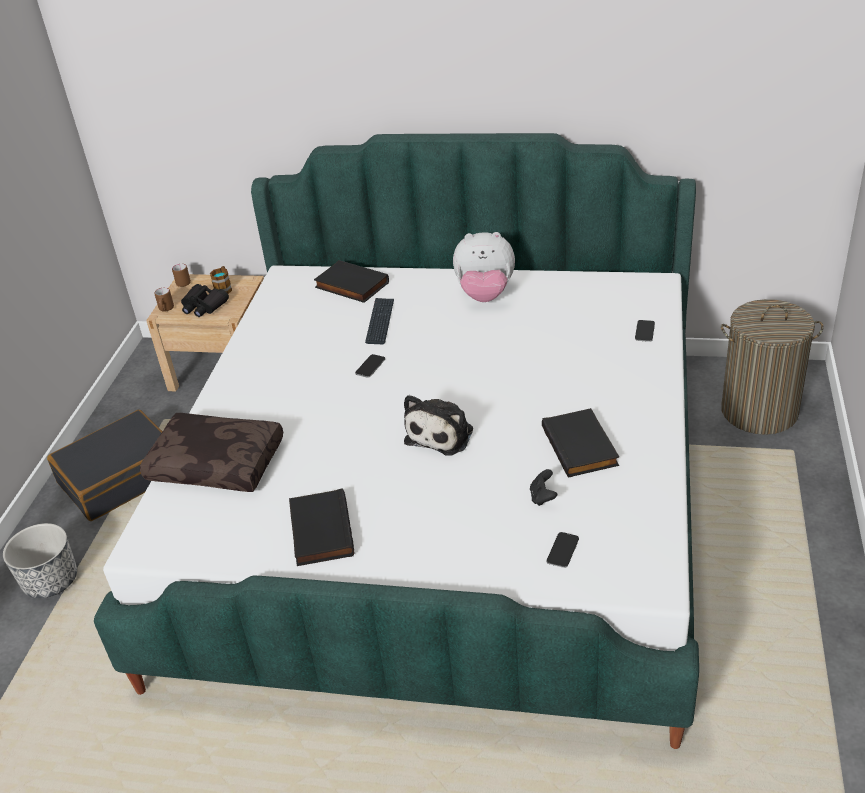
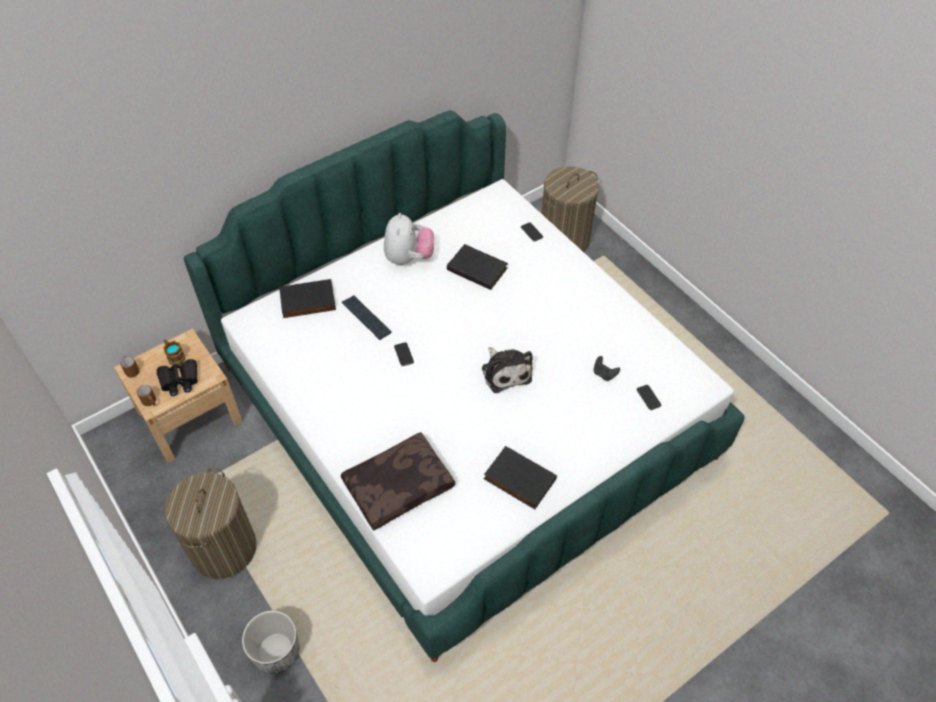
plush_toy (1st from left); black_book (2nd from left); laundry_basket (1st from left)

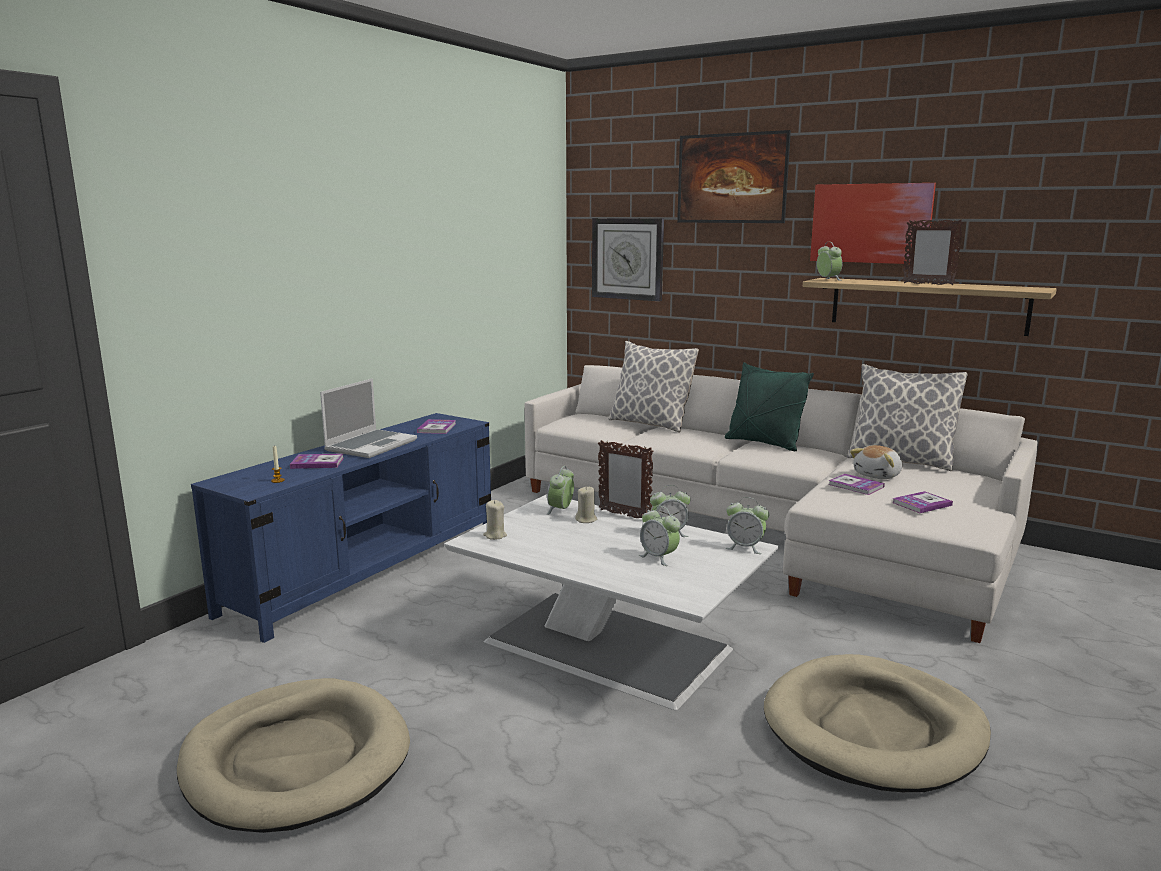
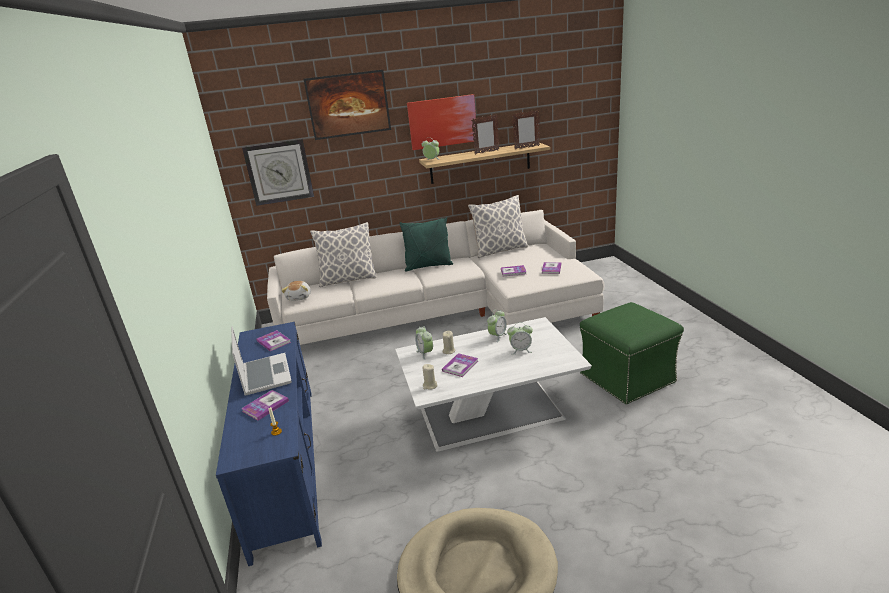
picture_frame (2nd from left); plush_toy; alarm_clock (4th from left in the first image); green_ottoman; book (3rd from left)

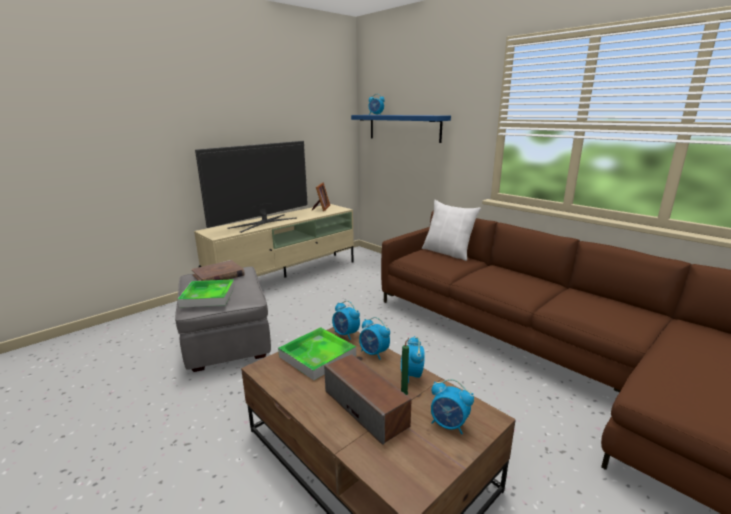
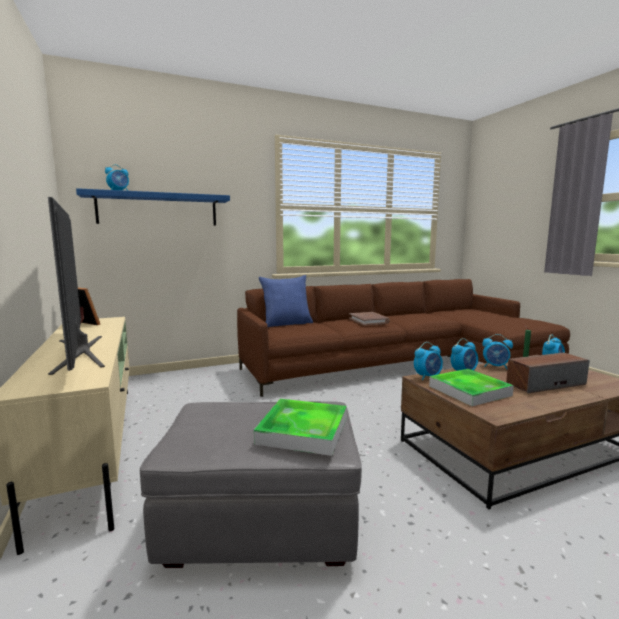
blue_pillow; brown_book

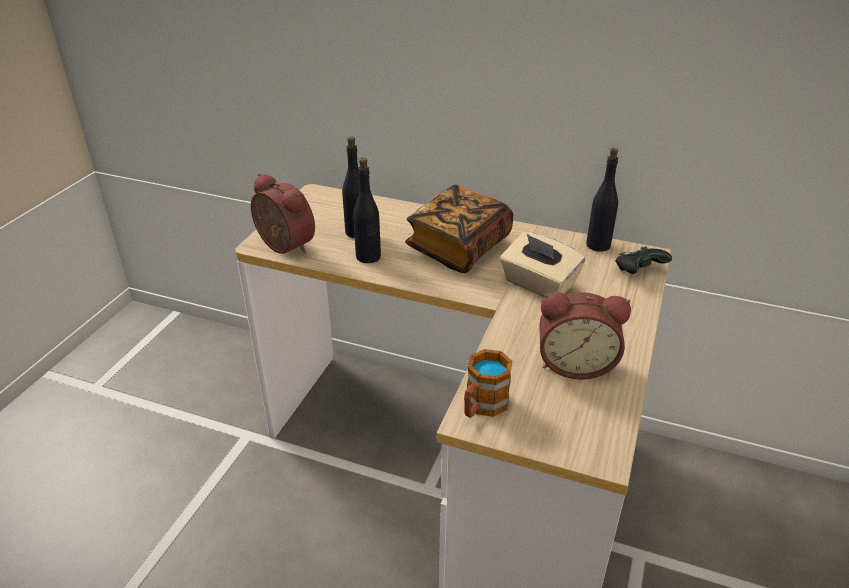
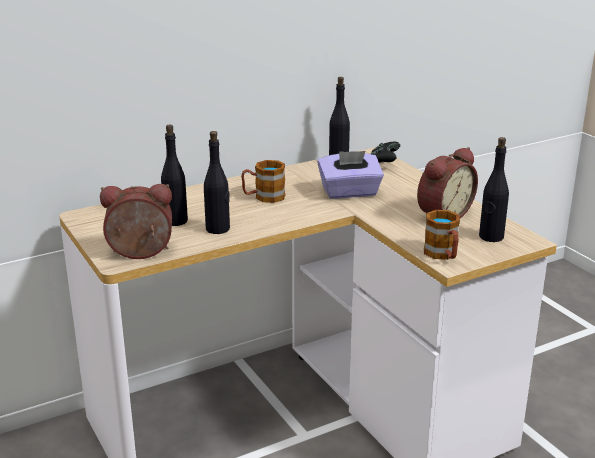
mug (1st from left); purple_tissue_box; black_bottle (4th from left)

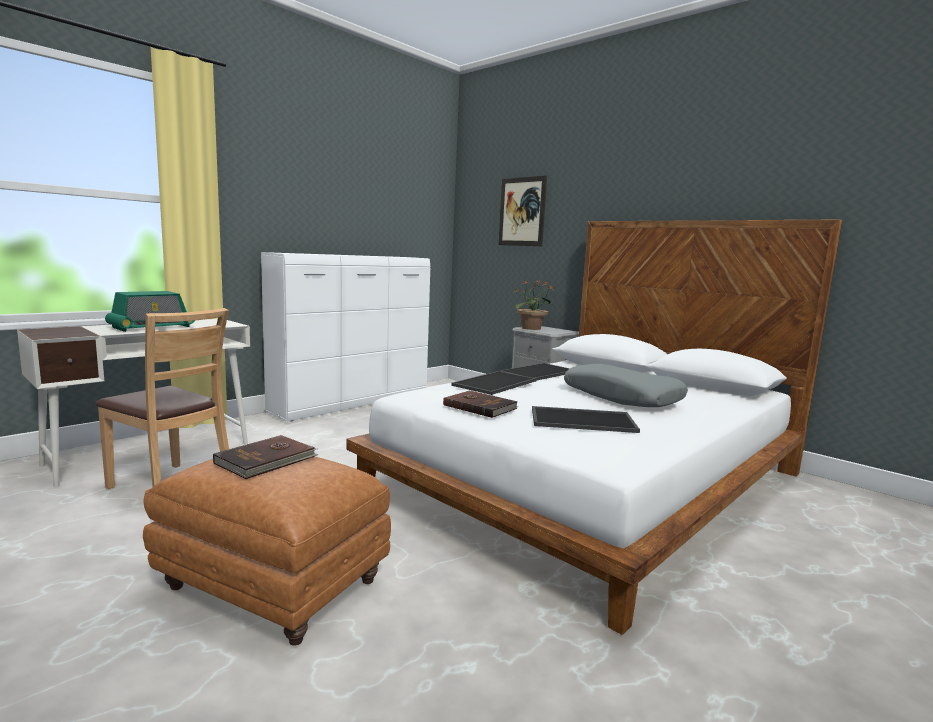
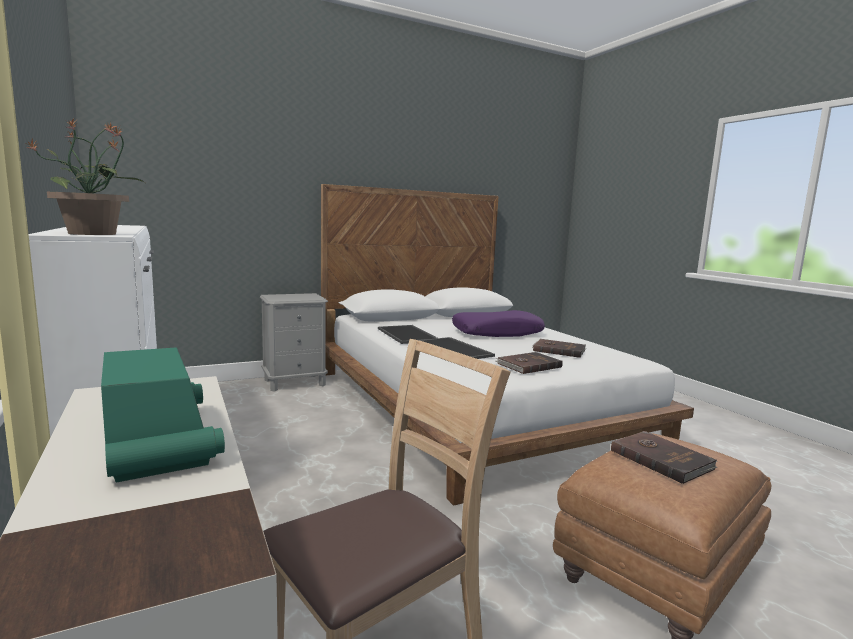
picture; potted_plant; purple_pillow; brown_book (2nd from left)

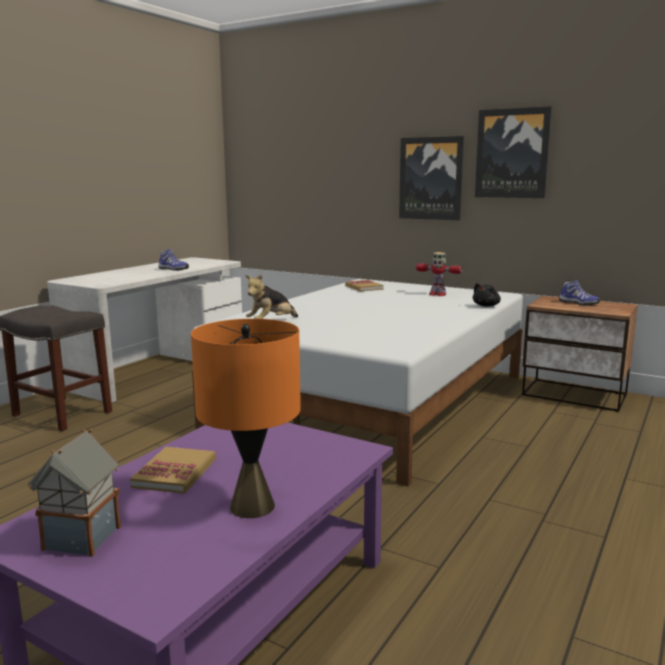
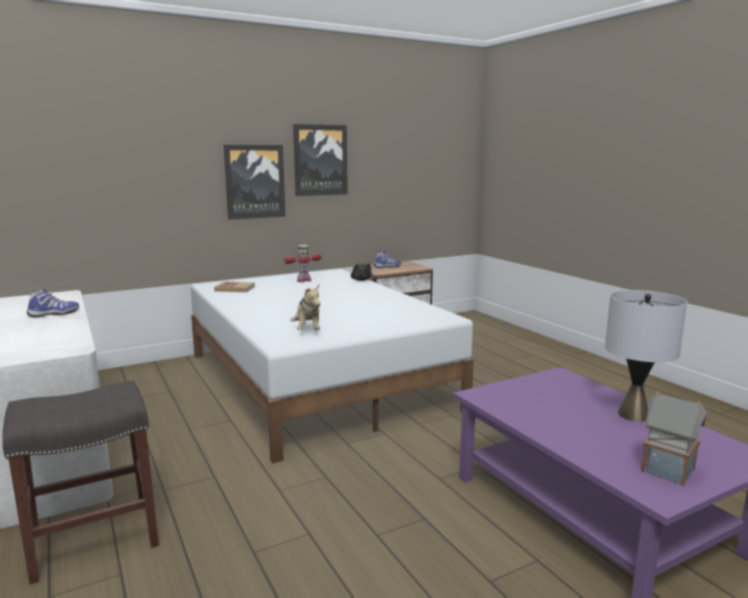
grey_table_lamp; book (1st from left in the first image)

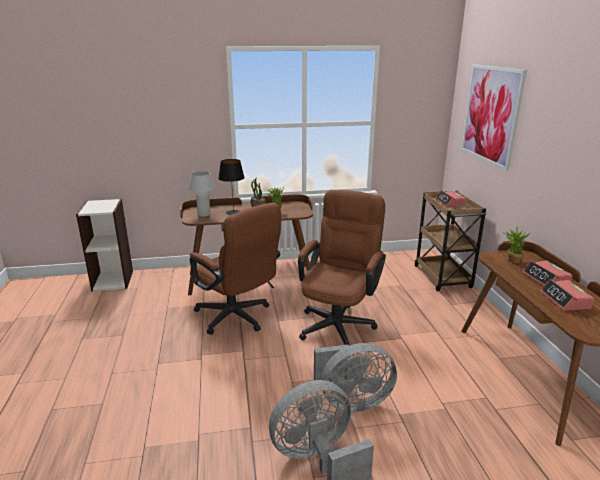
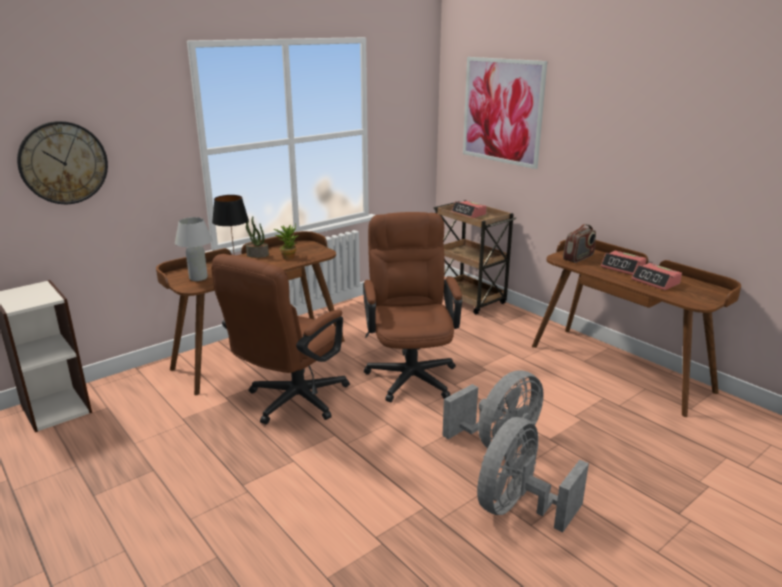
brown_office_chair (1st from left); radio; wall_clock

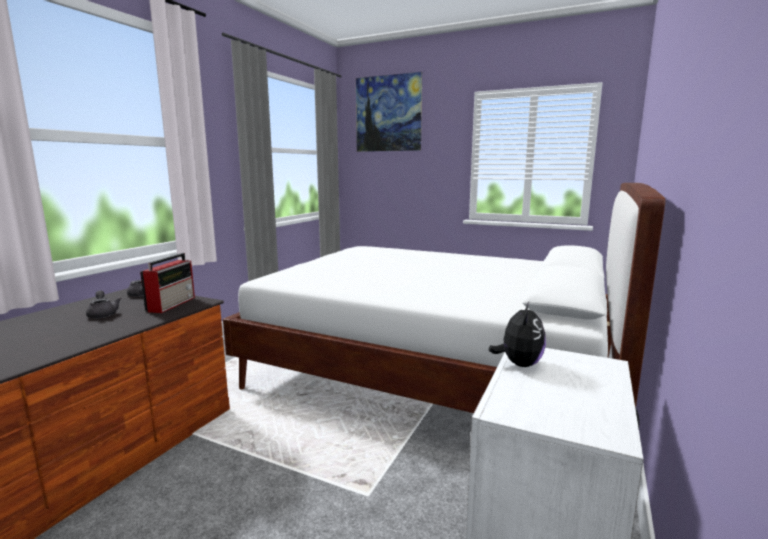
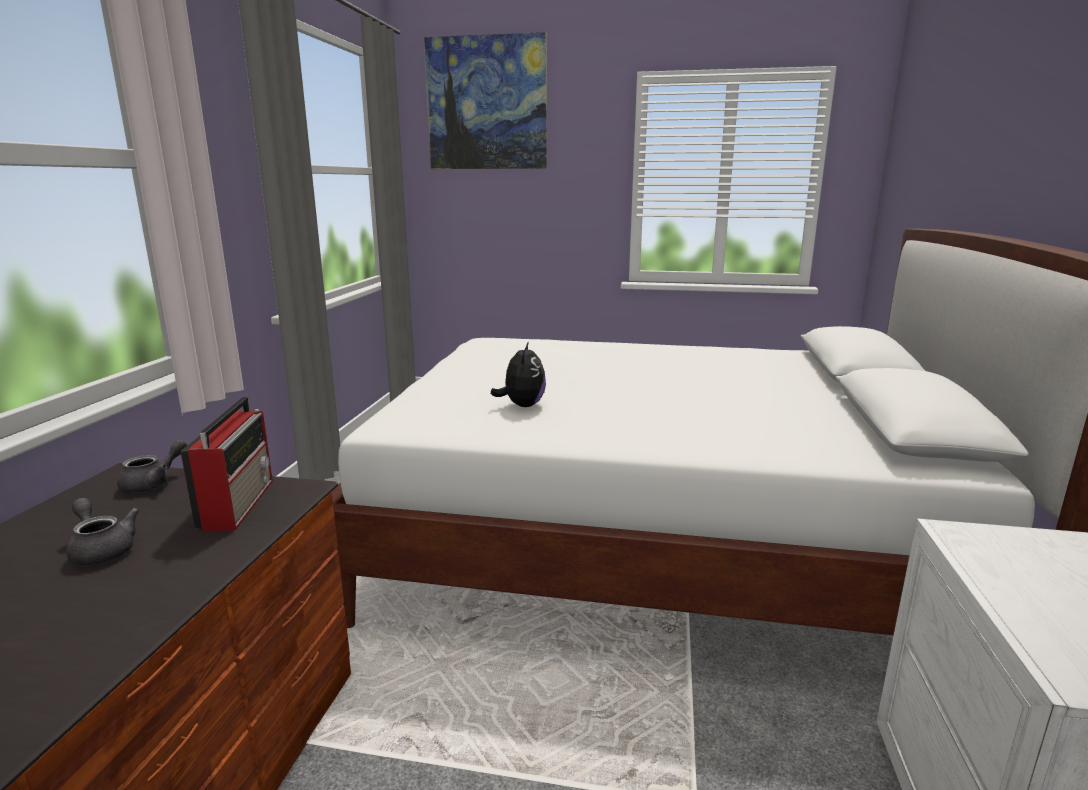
plush_toy

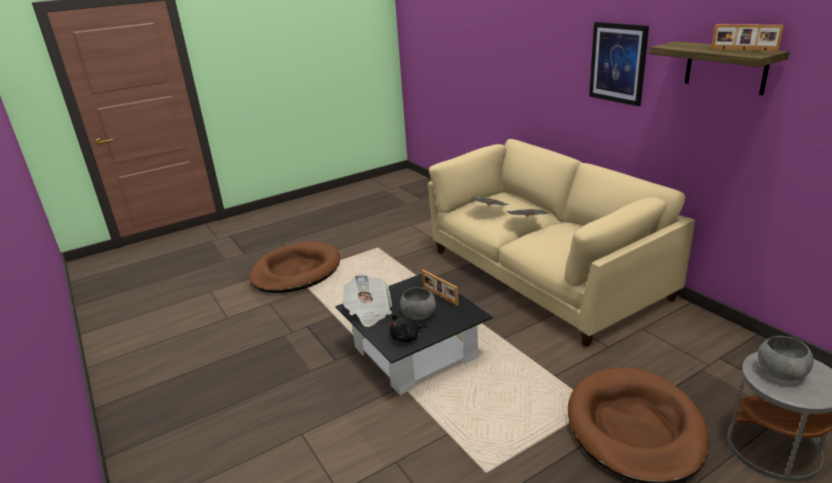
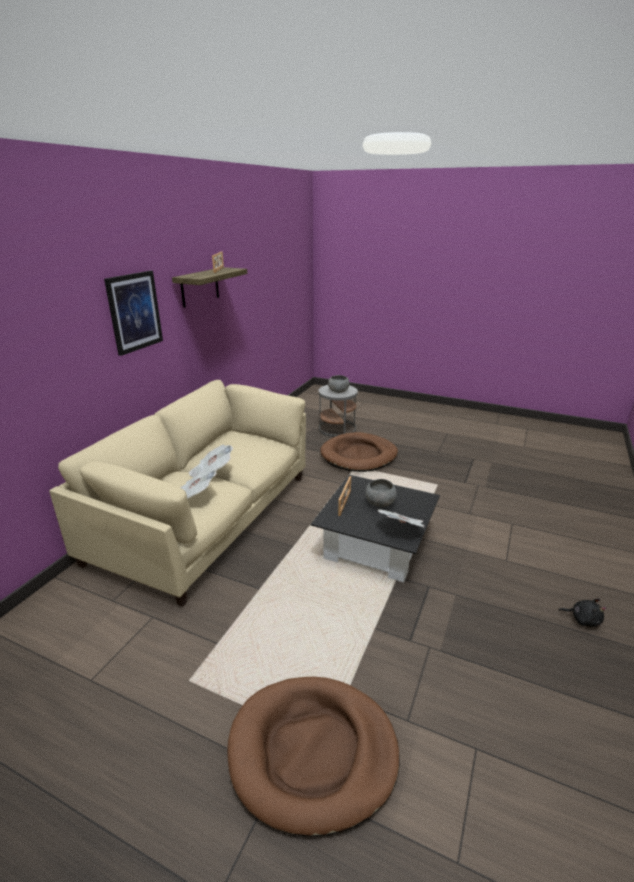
black_plush_toy

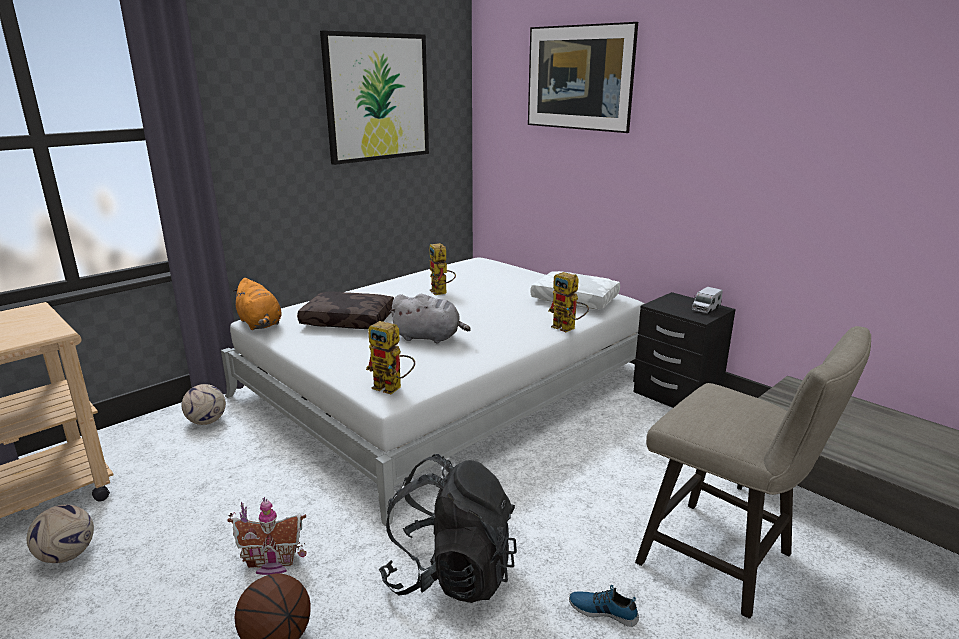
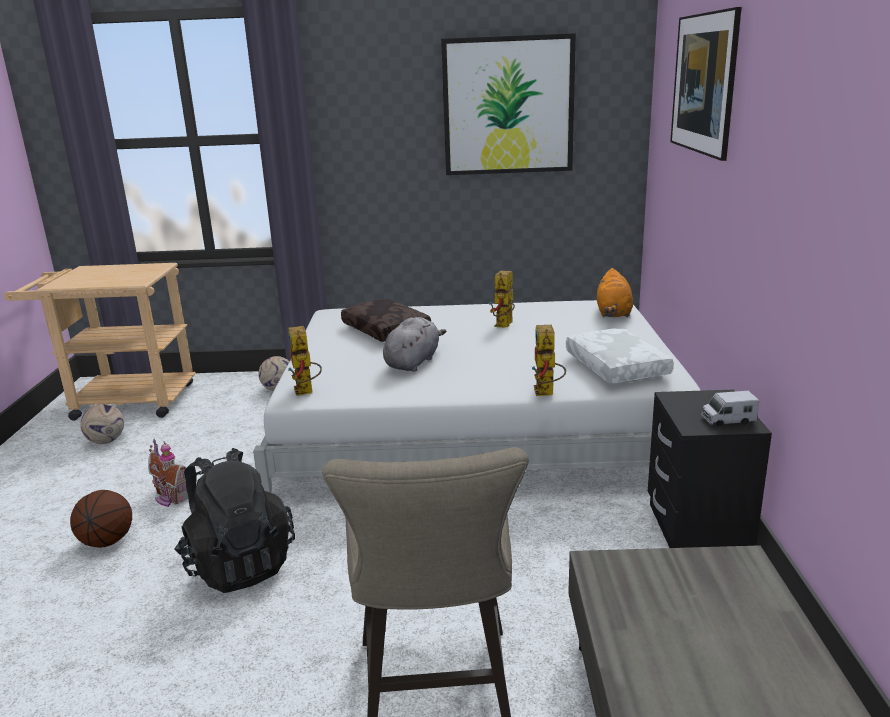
orange_plush_toy; grey_plush_toy; shoe

